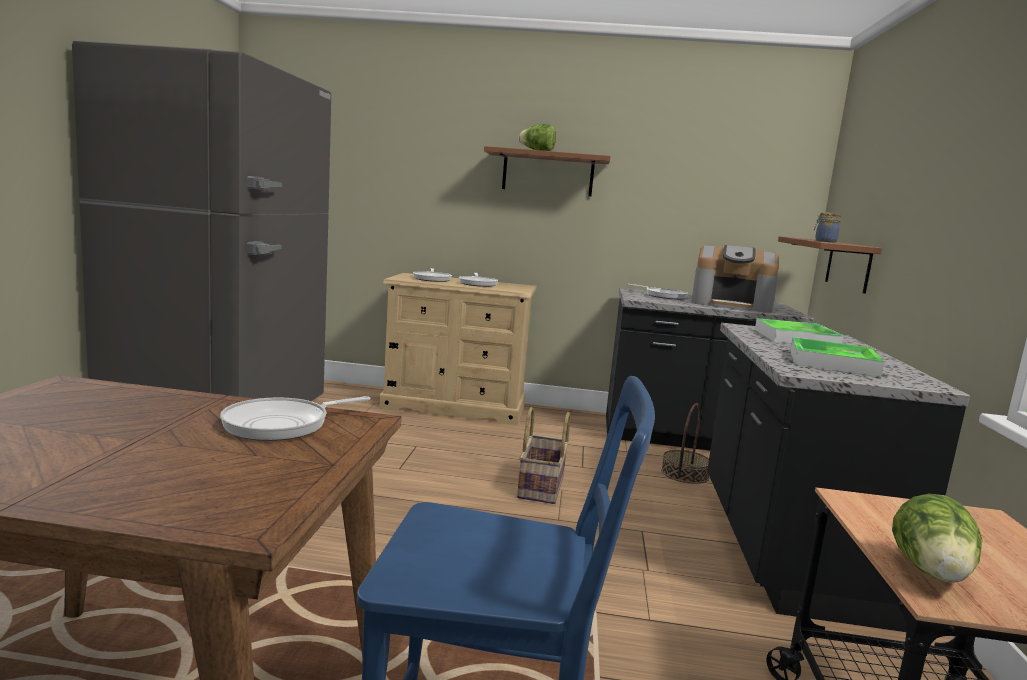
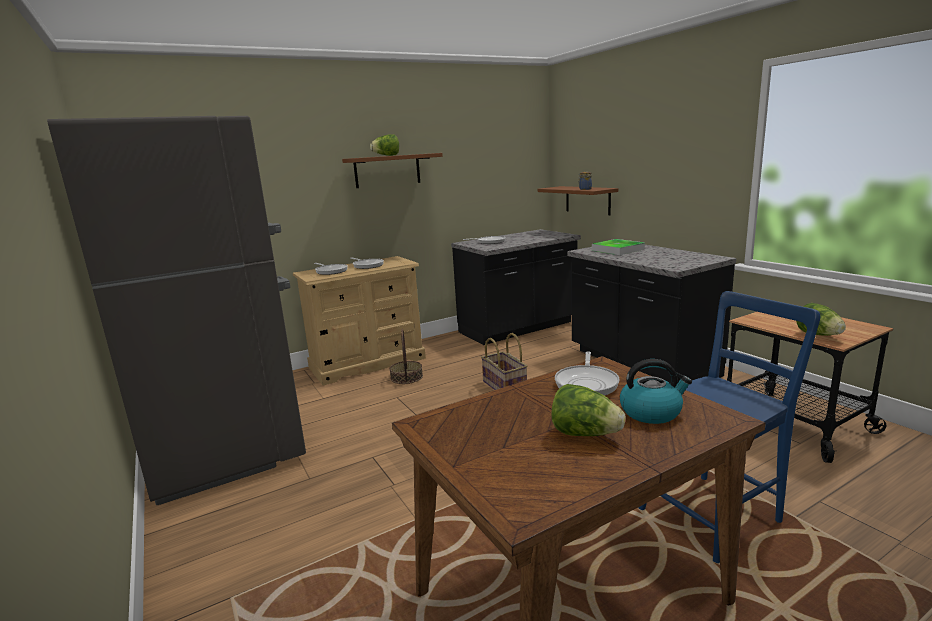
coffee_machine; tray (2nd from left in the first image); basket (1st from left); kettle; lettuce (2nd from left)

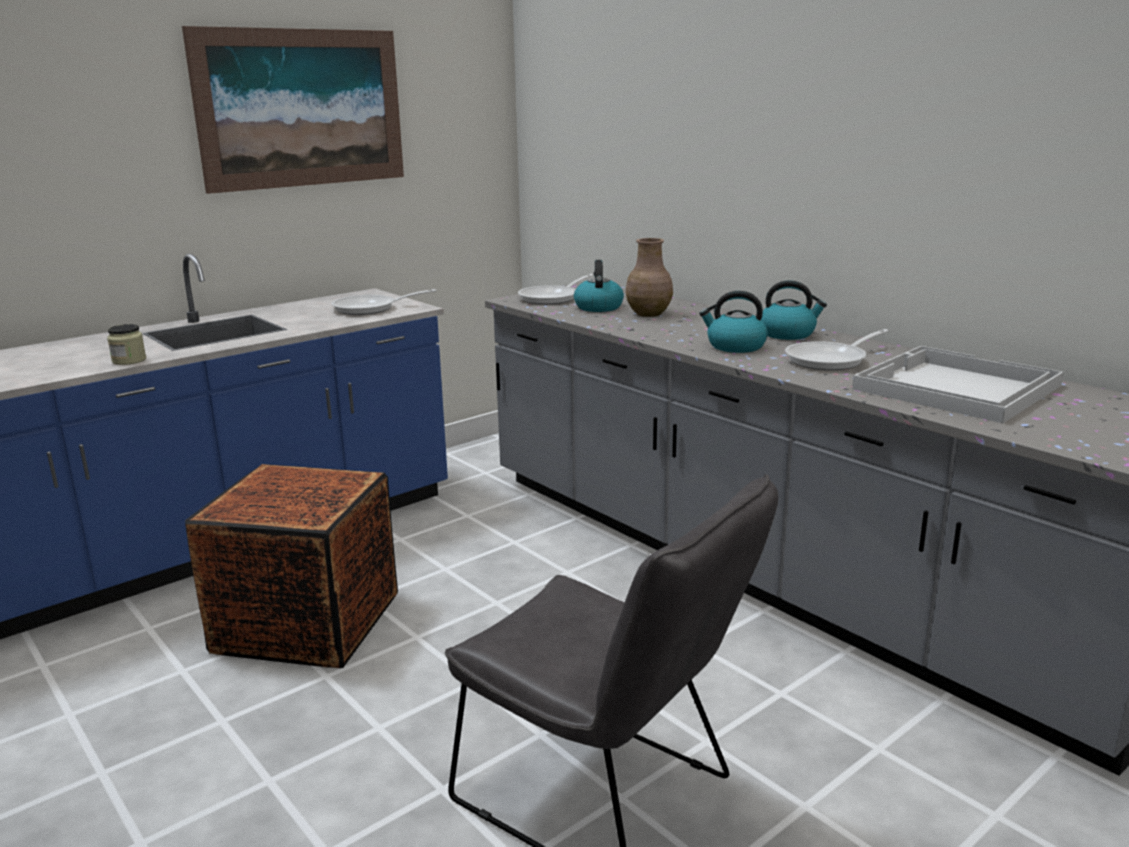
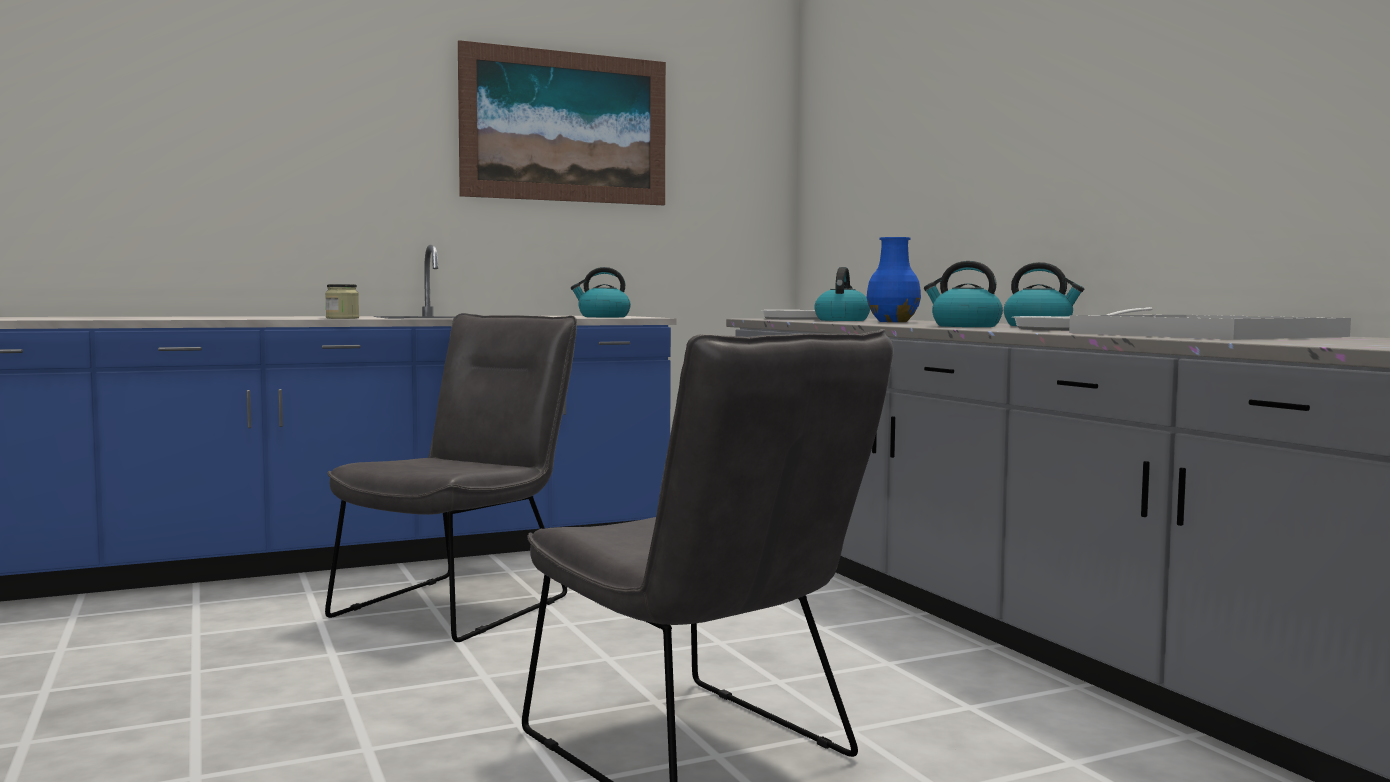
blue_vase; kettle (1st from left); grey_chair (1st from left)

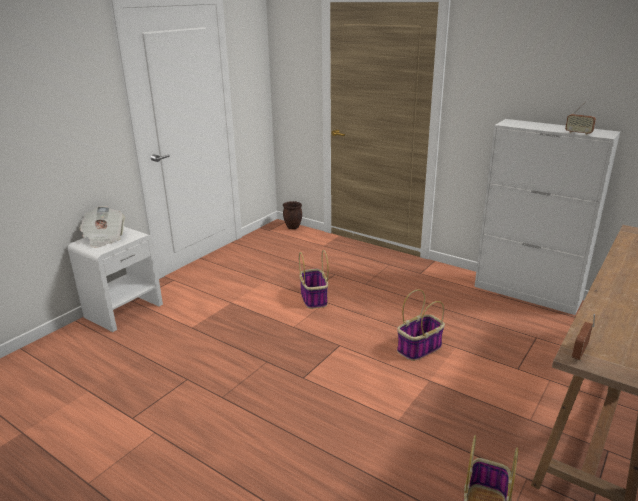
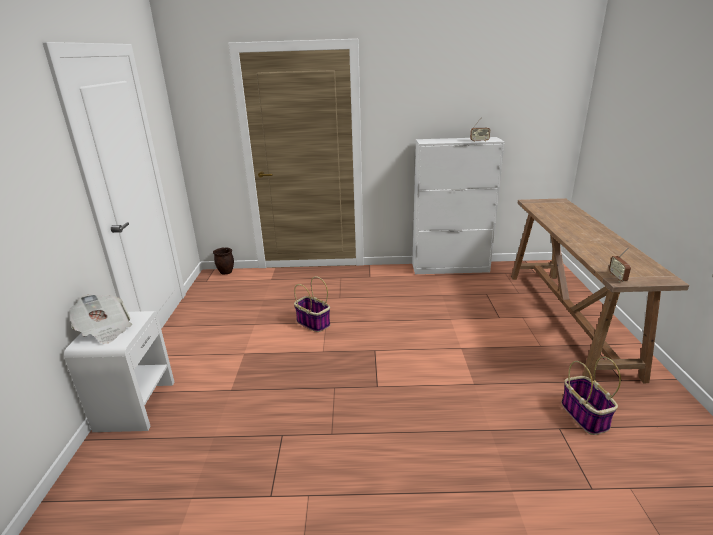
basket (2nd from left in the first image)

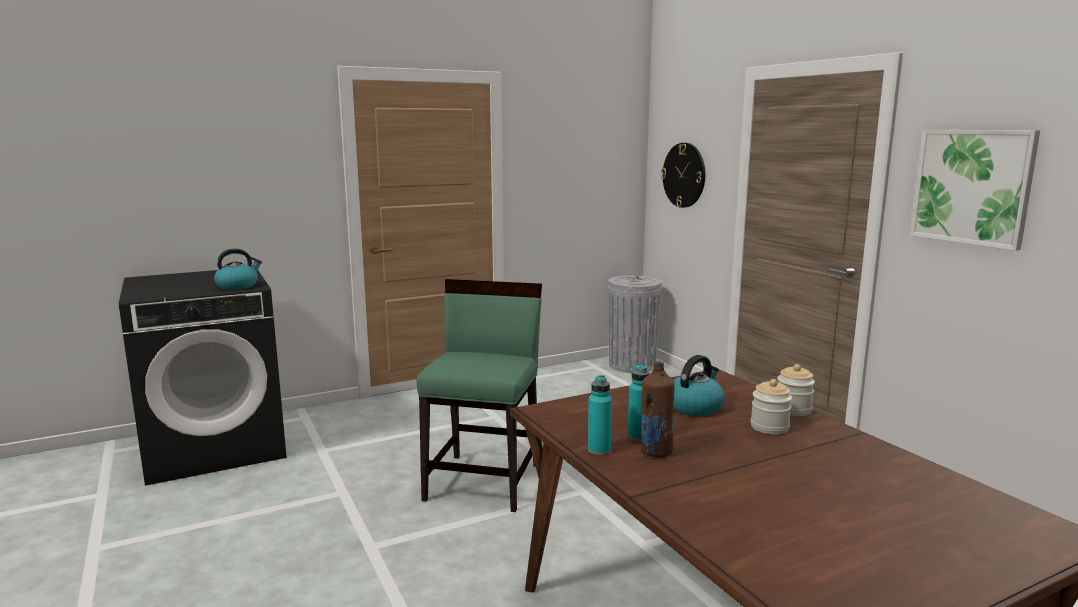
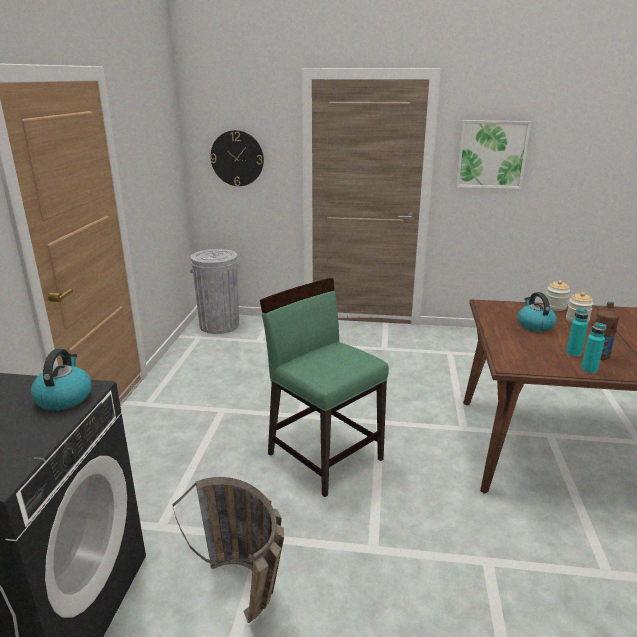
basket

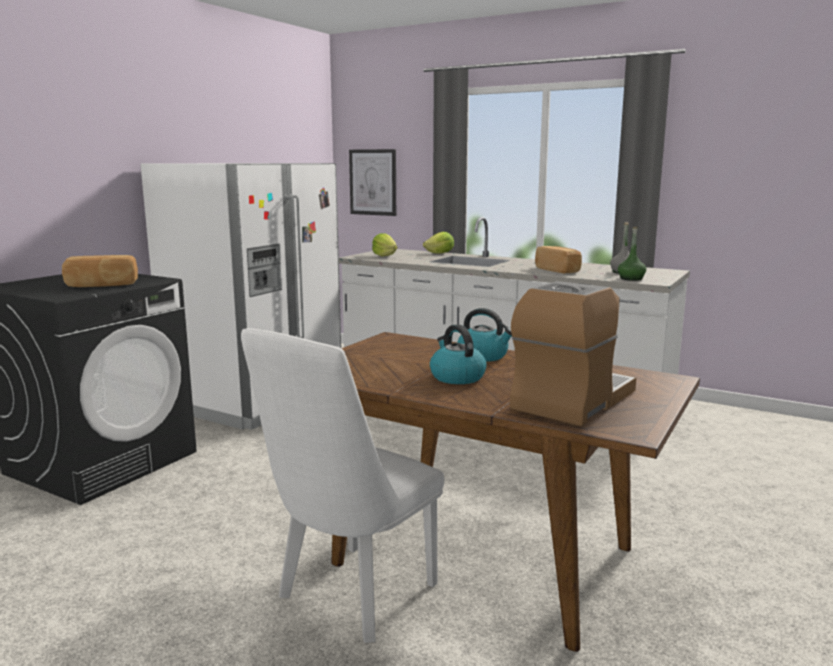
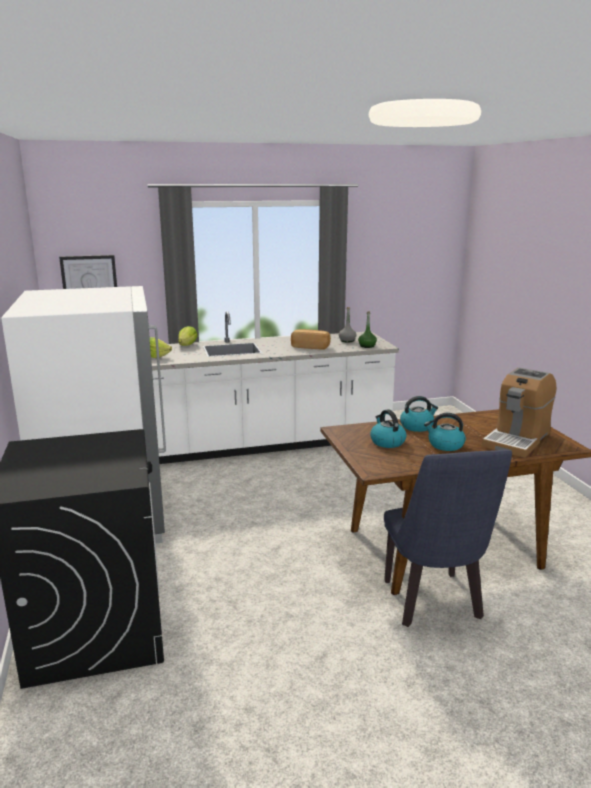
bread (1st from left in the first image); coffee_machine; blue_chair; kettle (1st from left)

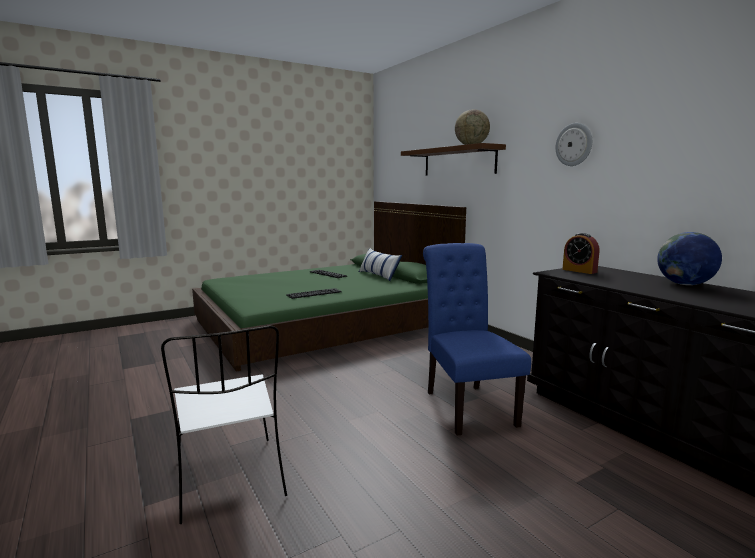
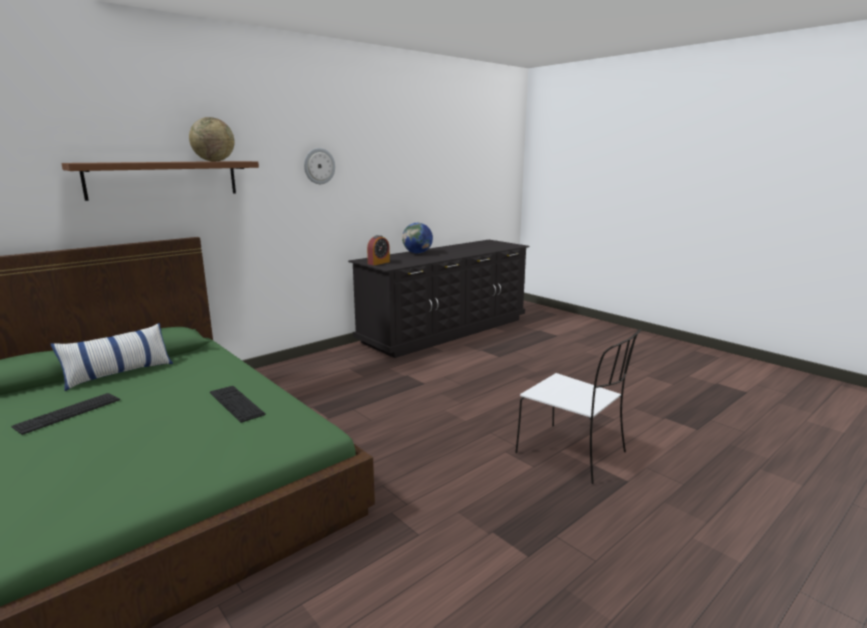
blue_chair; white_chair

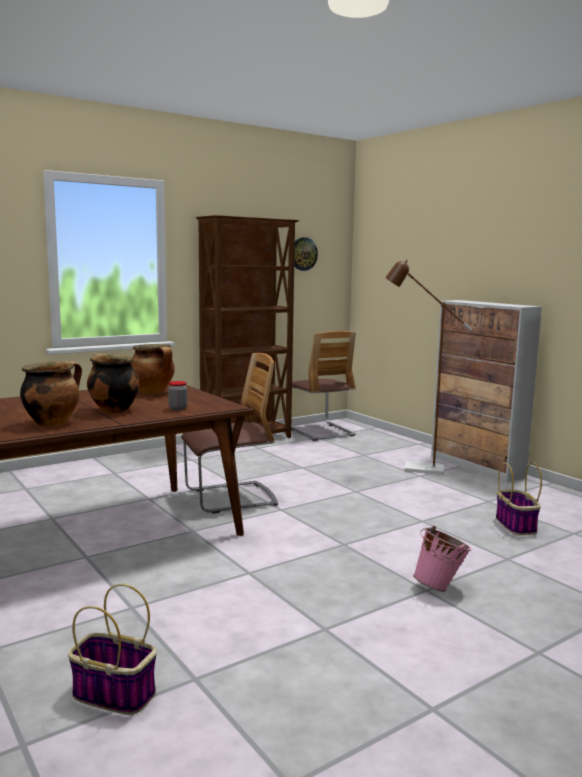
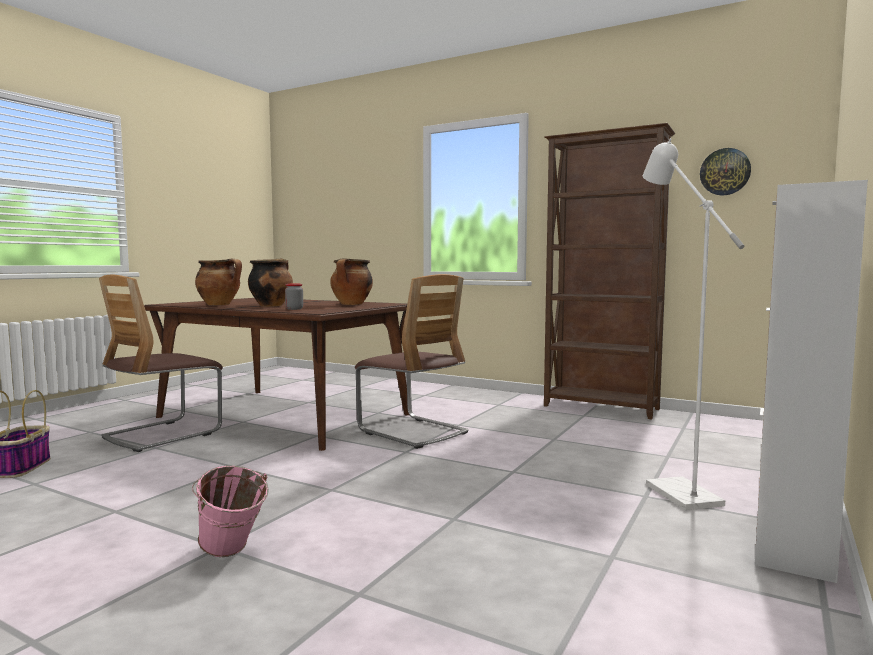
white_floor_lamp; chair (1st from left); basket (2nd from left in the first image)

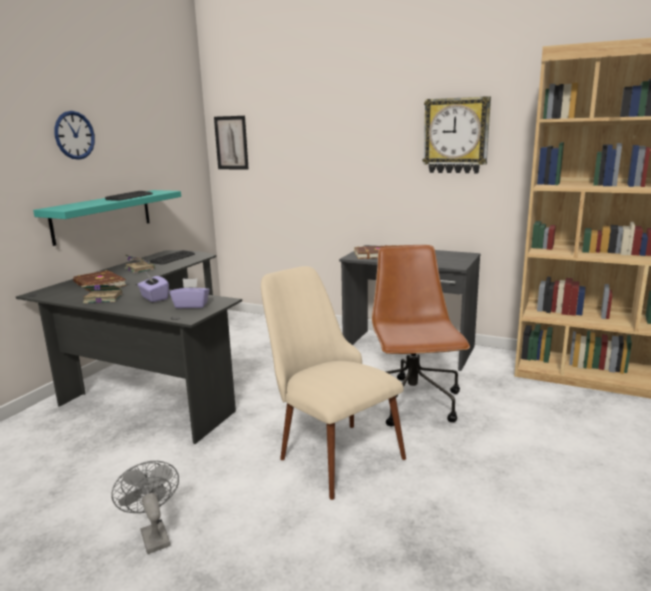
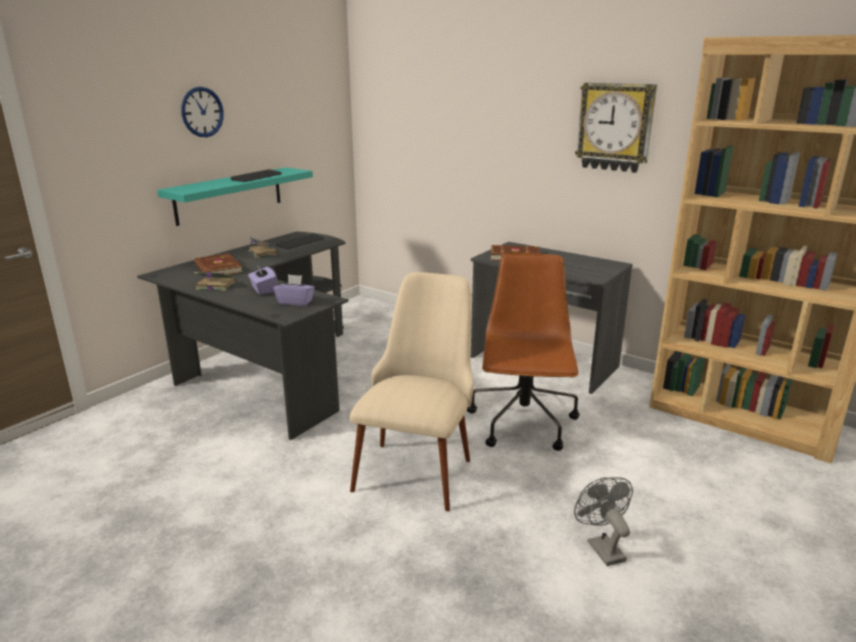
picture; beige_chair; grey_fan

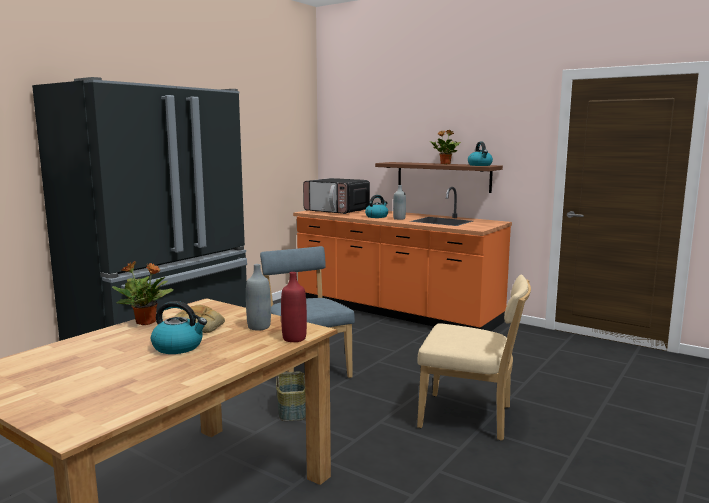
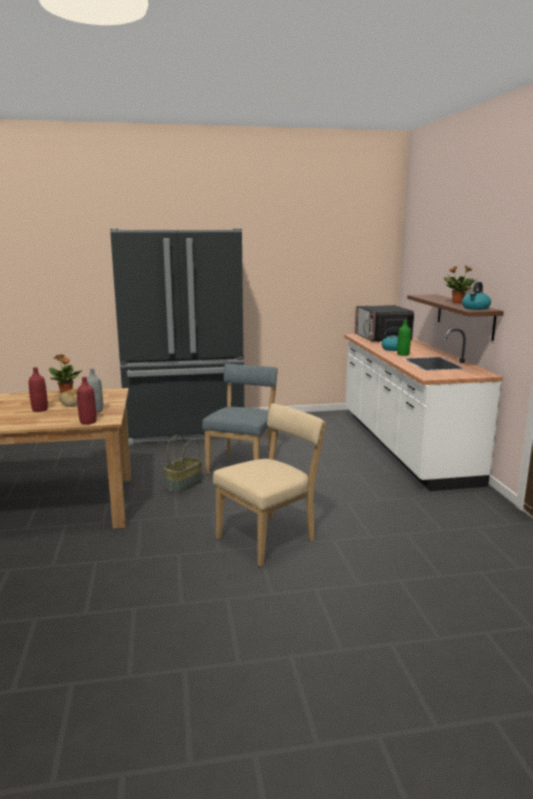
green_bottle; white_counter; beige_chair; red_bottle (1st from left)

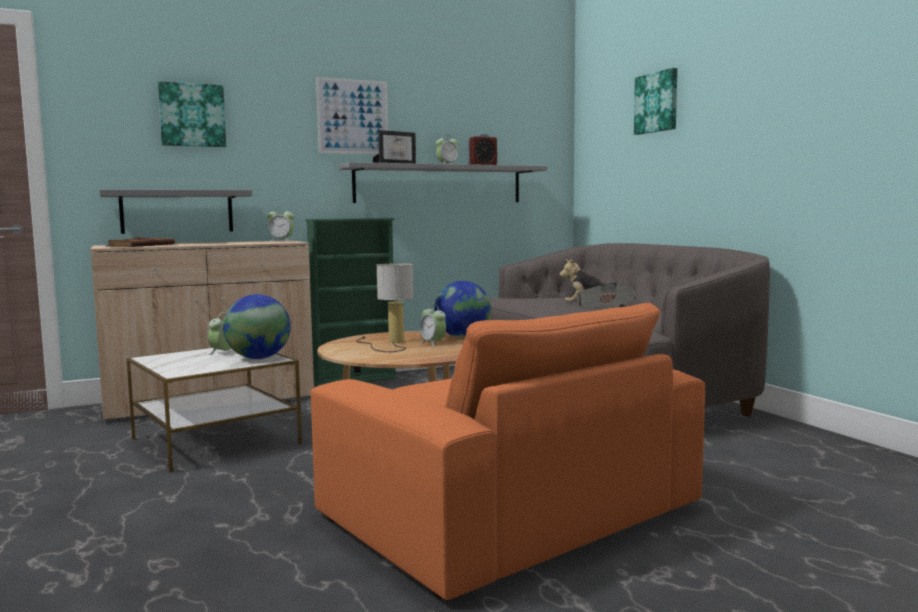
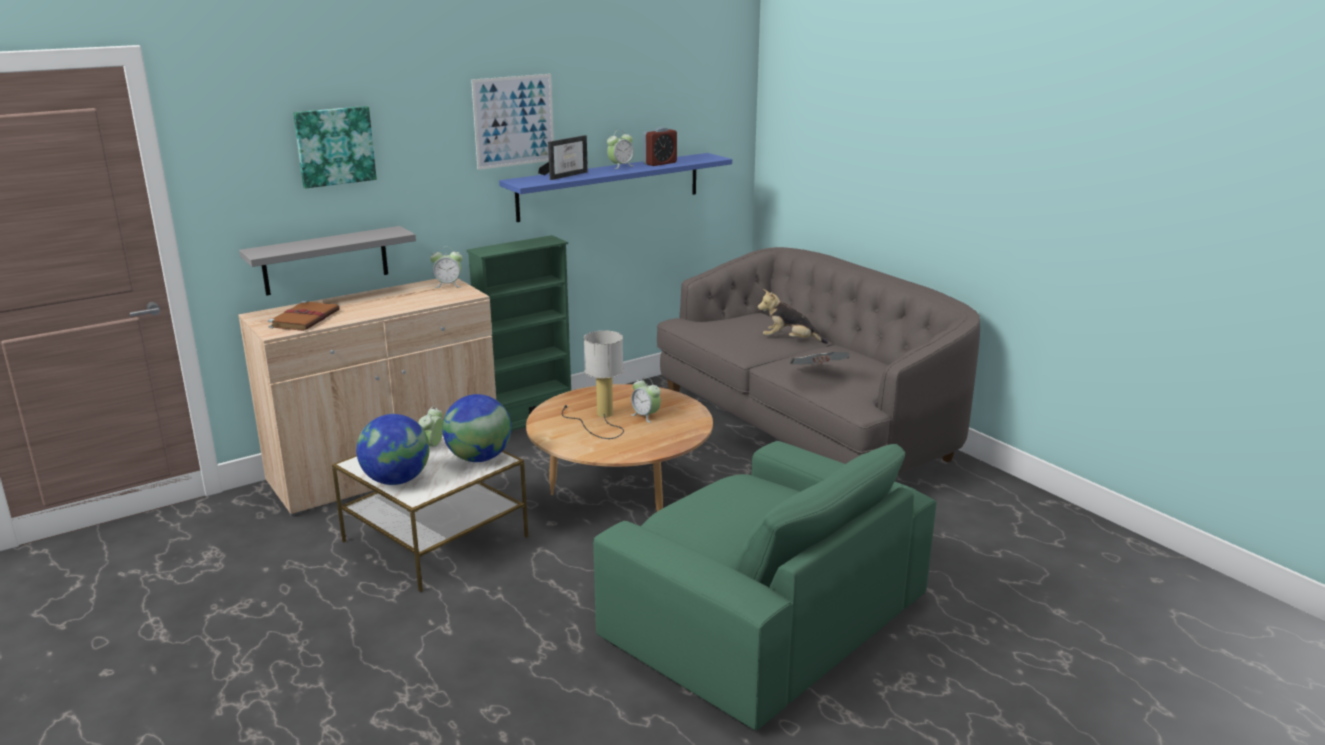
picture (3rd from left in the first image); blue_shelf; globe (1st from left); green_armchair

